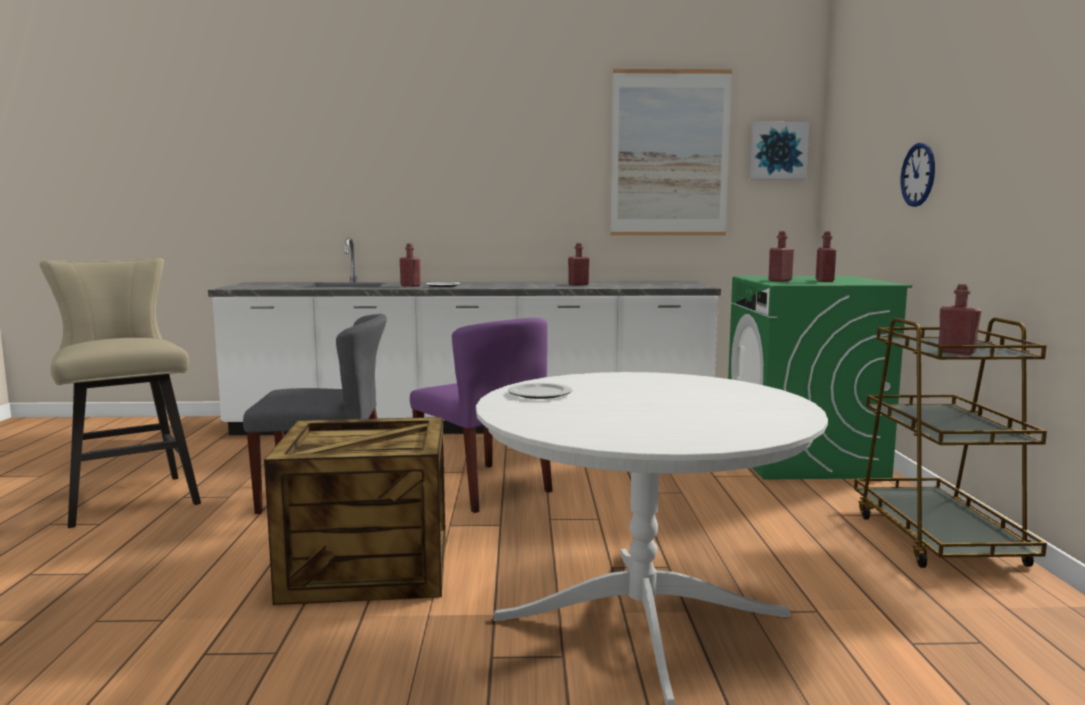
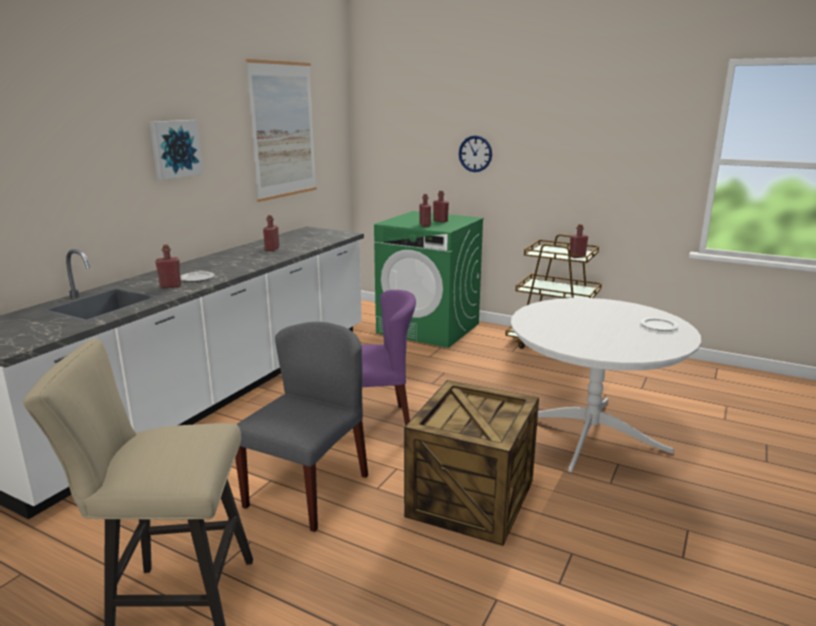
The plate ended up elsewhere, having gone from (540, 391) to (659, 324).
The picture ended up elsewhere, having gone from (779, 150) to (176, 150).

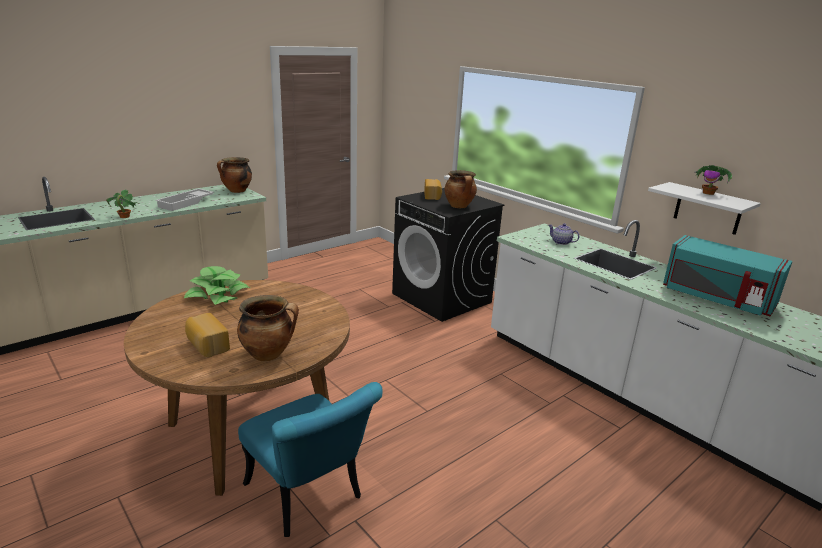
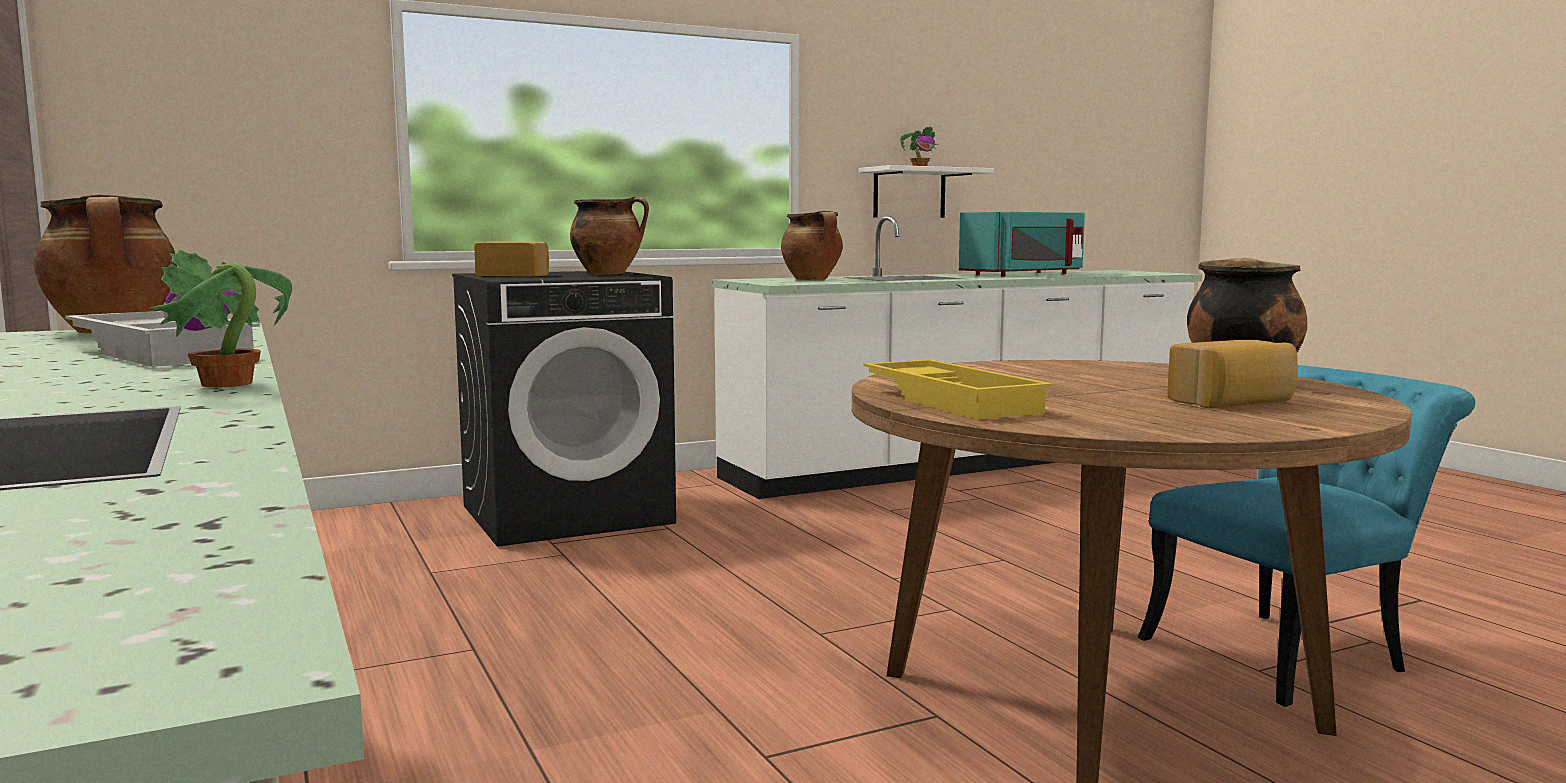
Where the potted_plant stood at (217, 285), the yellow_tray came to stand at (958, 389).
Where the teapot stood at (564, 234), the cooking_pot came to stand at (812, 245).

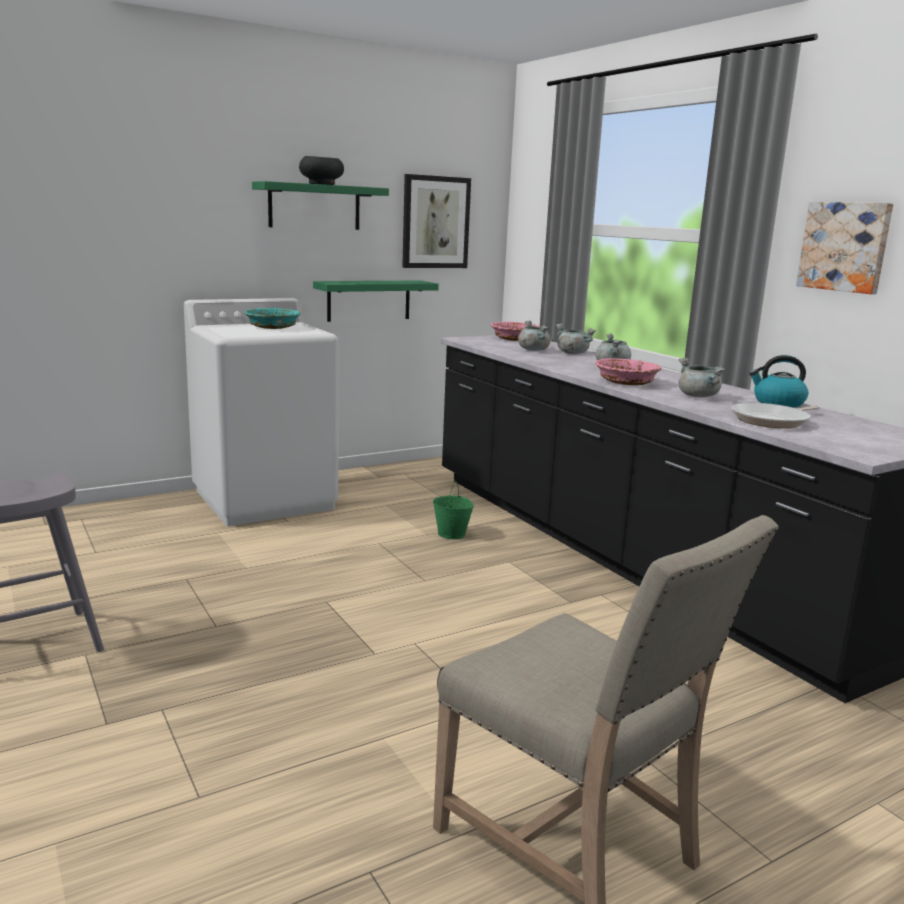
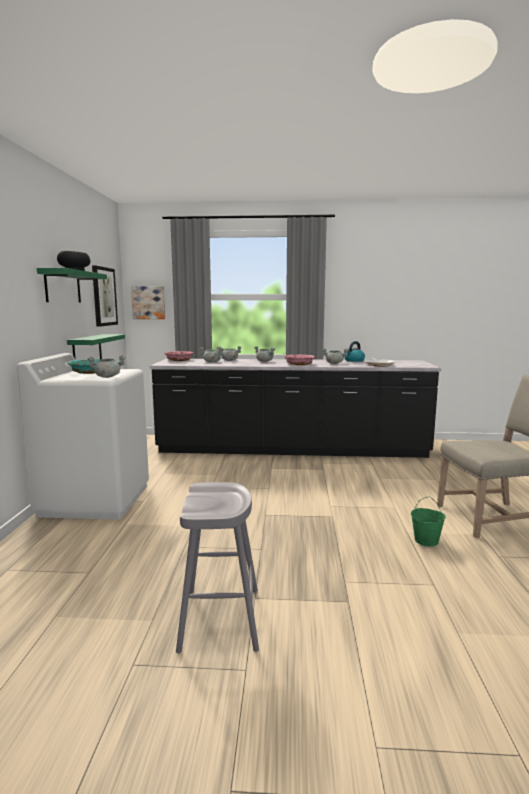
The green_bucket ended up elsewhere, having gone from (453, 509) to (428, 521).
The picture ended up elsewhere, having gone from (844, 248) to (148, 302).
The second view gained the grey_cooking_pot at (106, 366).

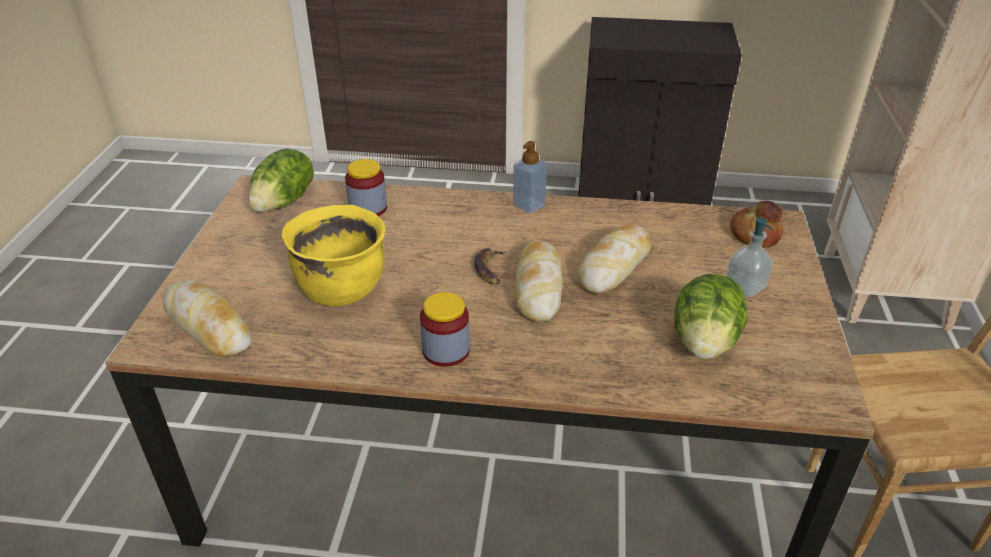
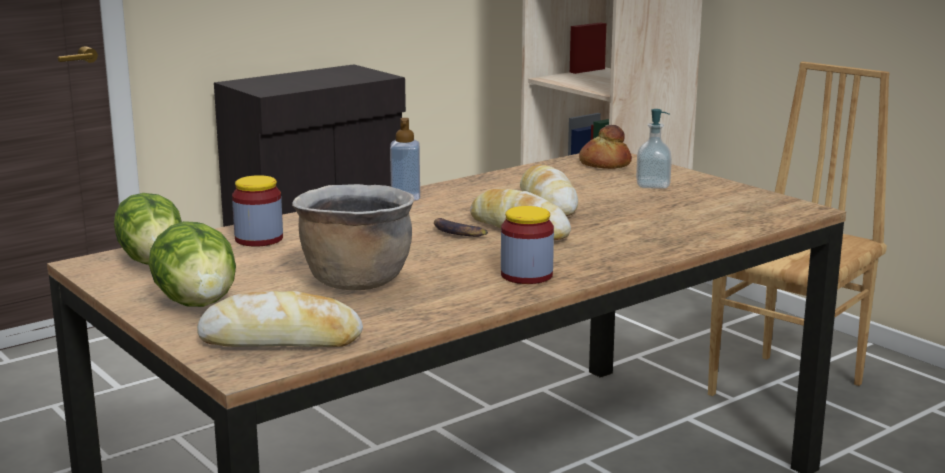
What was the yellow_cooking_pot at (333, 255) turned into the brown_cooking_pot at (353, 237).
The lettuce ended up elsewhere, having gone from (710, 316) to (192, 264).

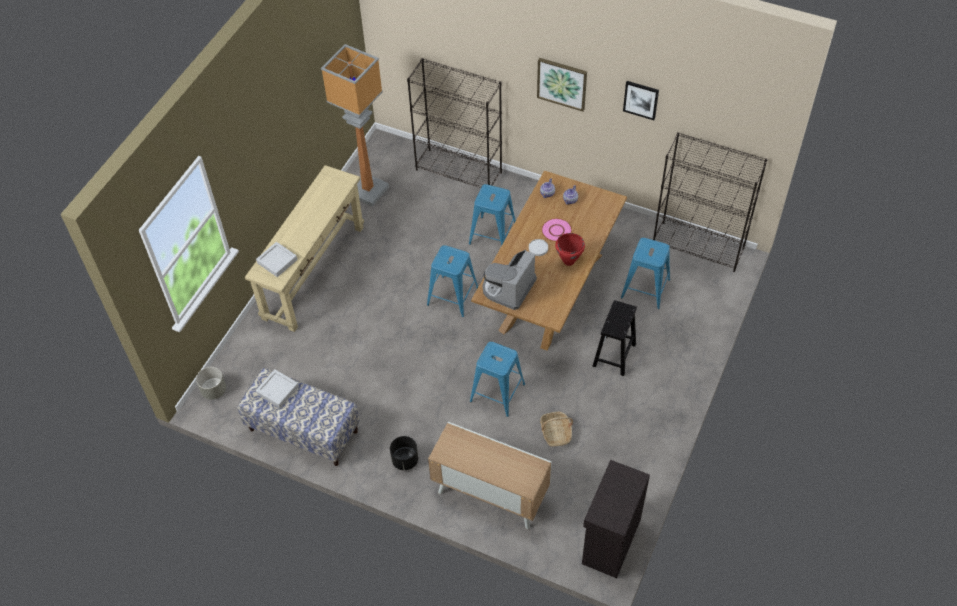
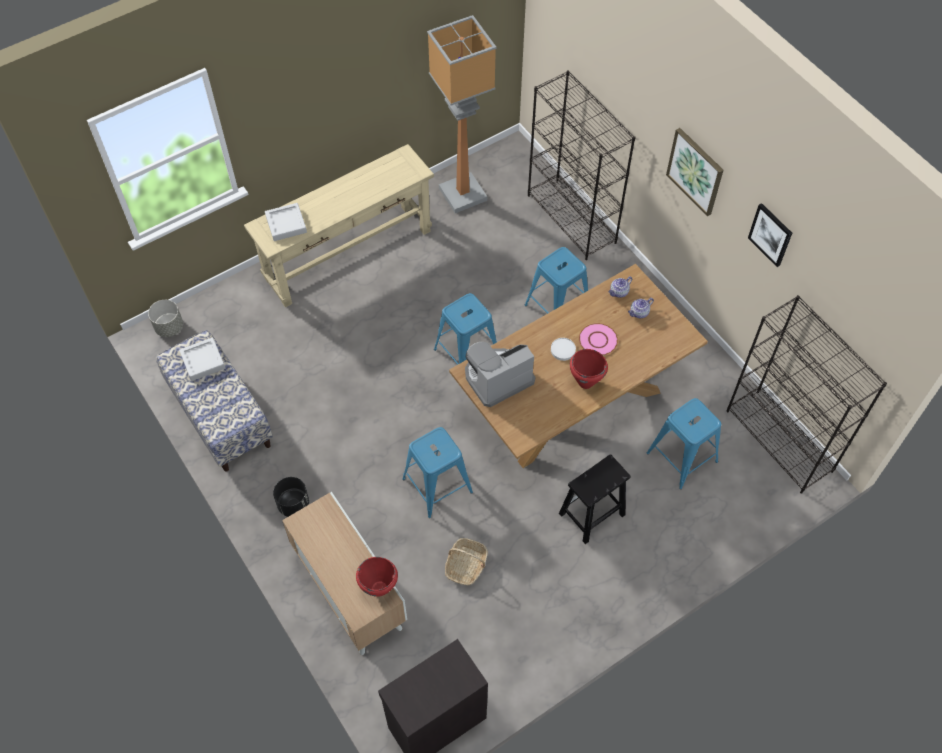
The second view gained the red_cooking_pot at (377, 577).

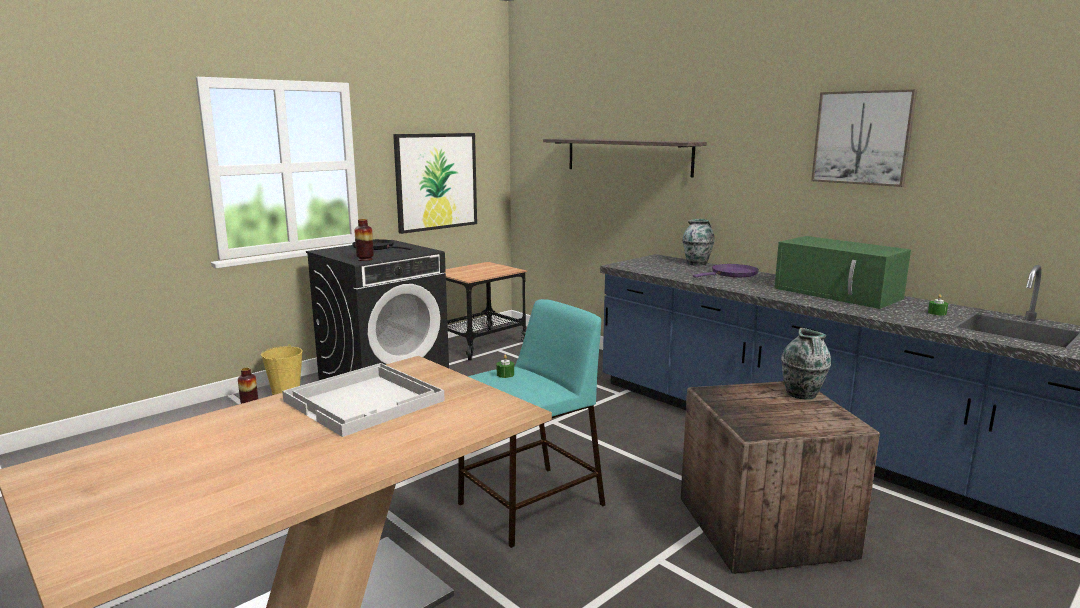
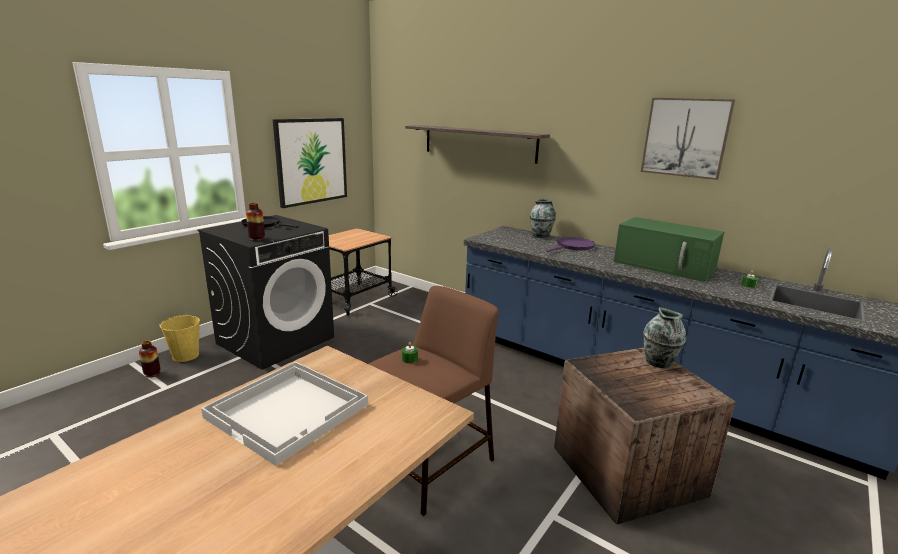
What was the turquoise_stool at (531, 423) turned into the brown_stool at (433, 401).

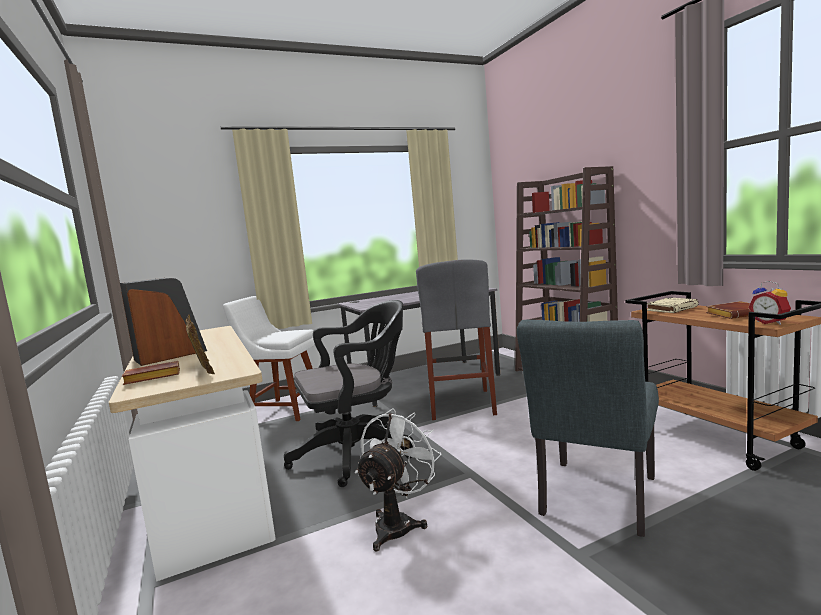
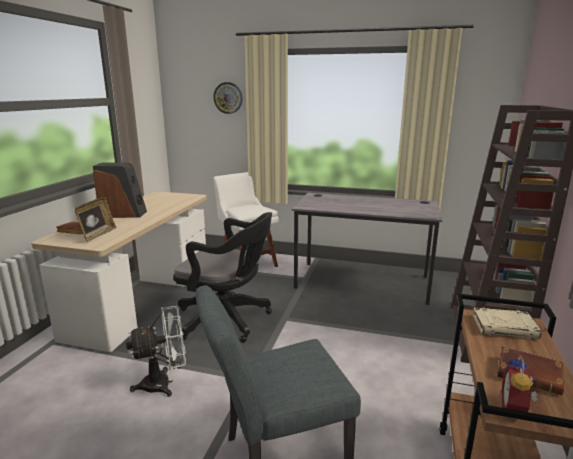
The second view lost the grey_stool at (456, 339).
The second view gained the wall_clock at (227, 98).

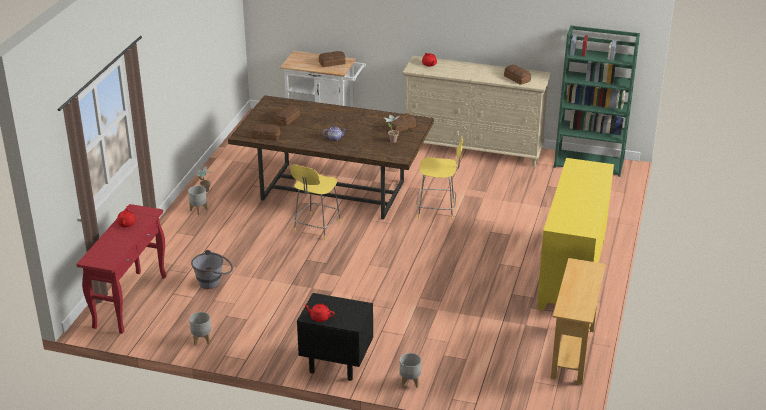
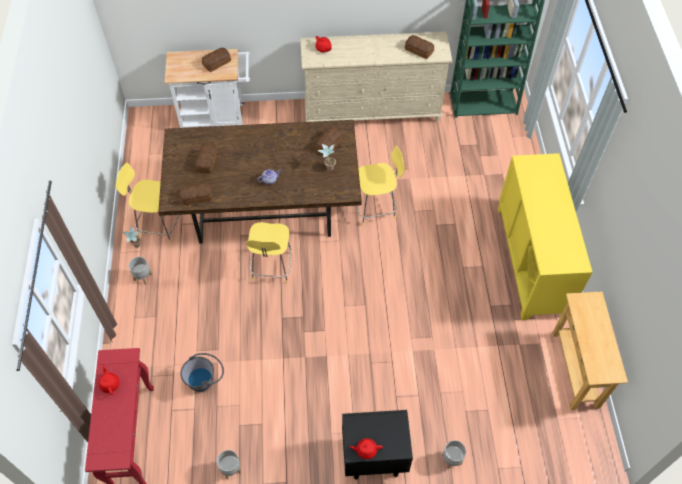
The second view gained the yellow_stool at (149, 202).

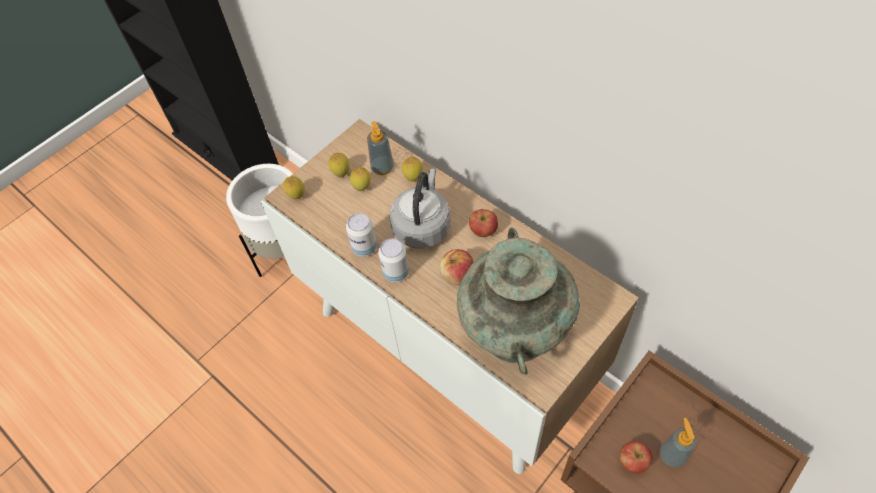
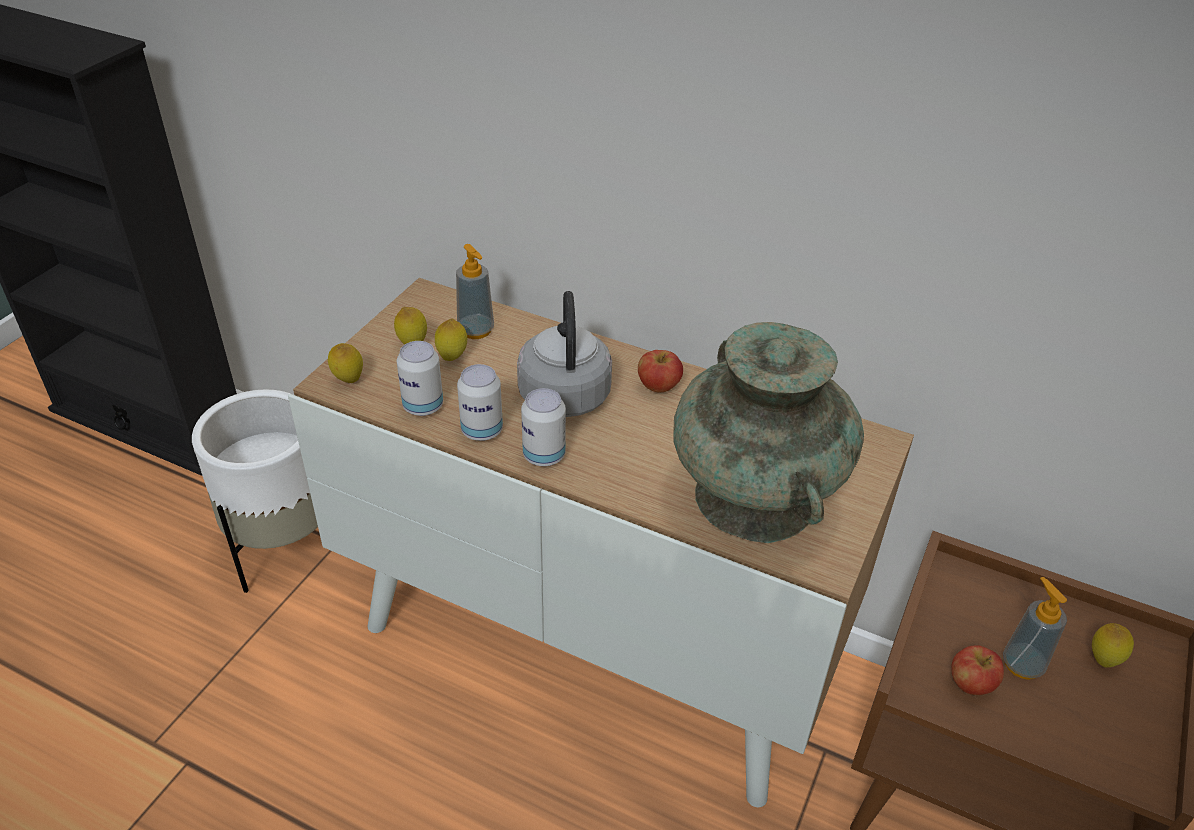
The lemon ended up elsewhere, having gone from (412, 169) to (1113, 645).
The second view lost the apple at (456, 267).
The second view gained the can at (420, 378).

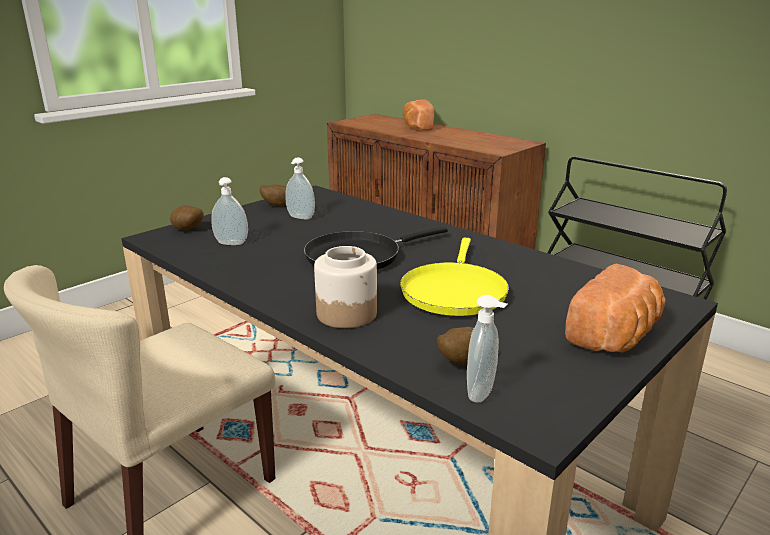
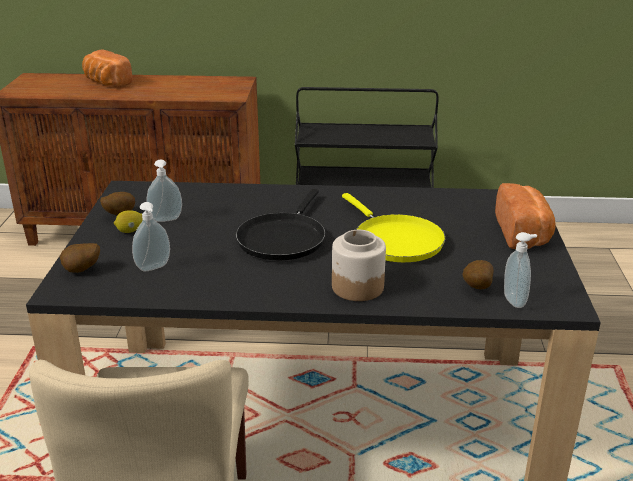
The second view gained the lemon at (128, 221).

